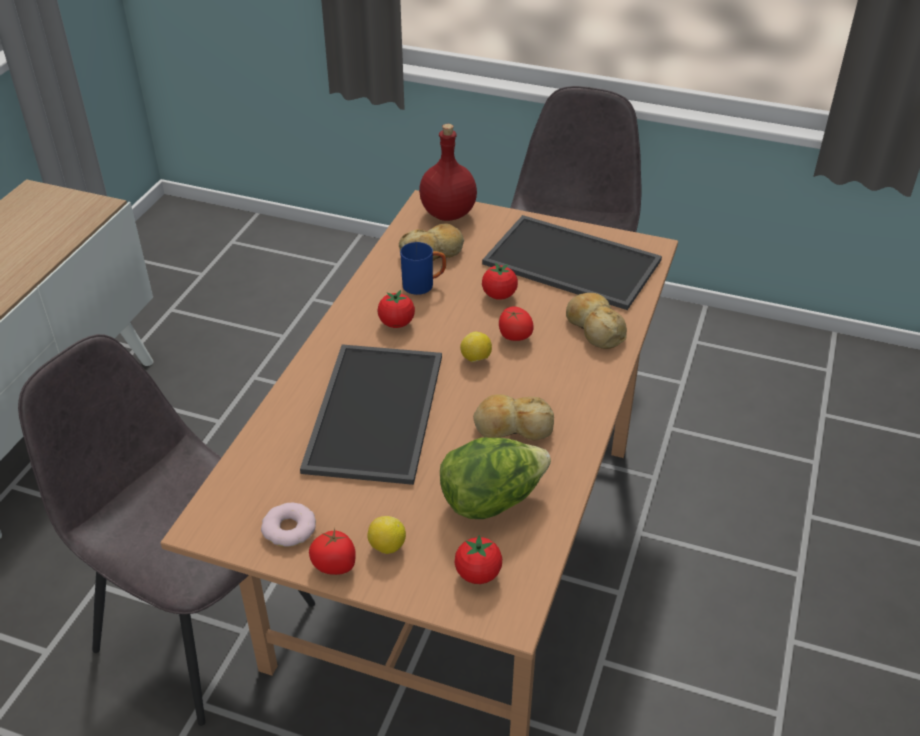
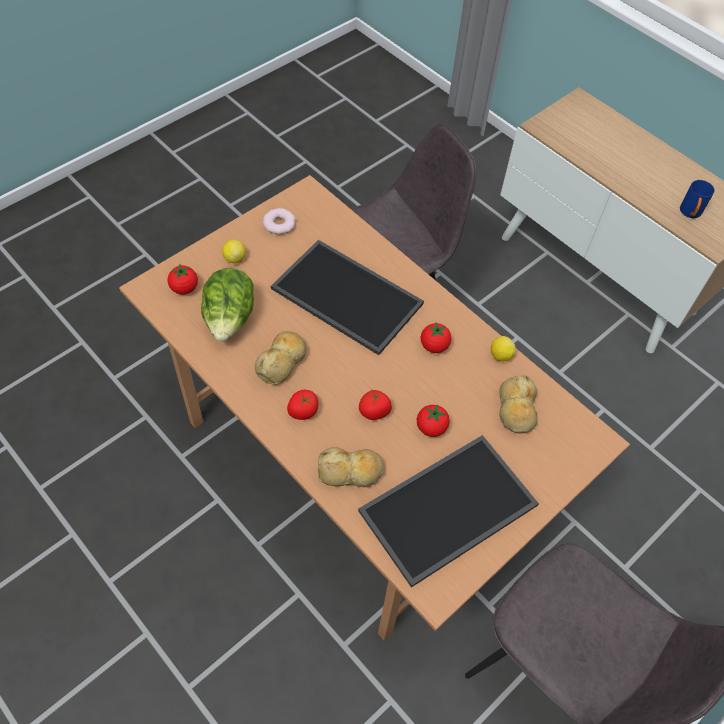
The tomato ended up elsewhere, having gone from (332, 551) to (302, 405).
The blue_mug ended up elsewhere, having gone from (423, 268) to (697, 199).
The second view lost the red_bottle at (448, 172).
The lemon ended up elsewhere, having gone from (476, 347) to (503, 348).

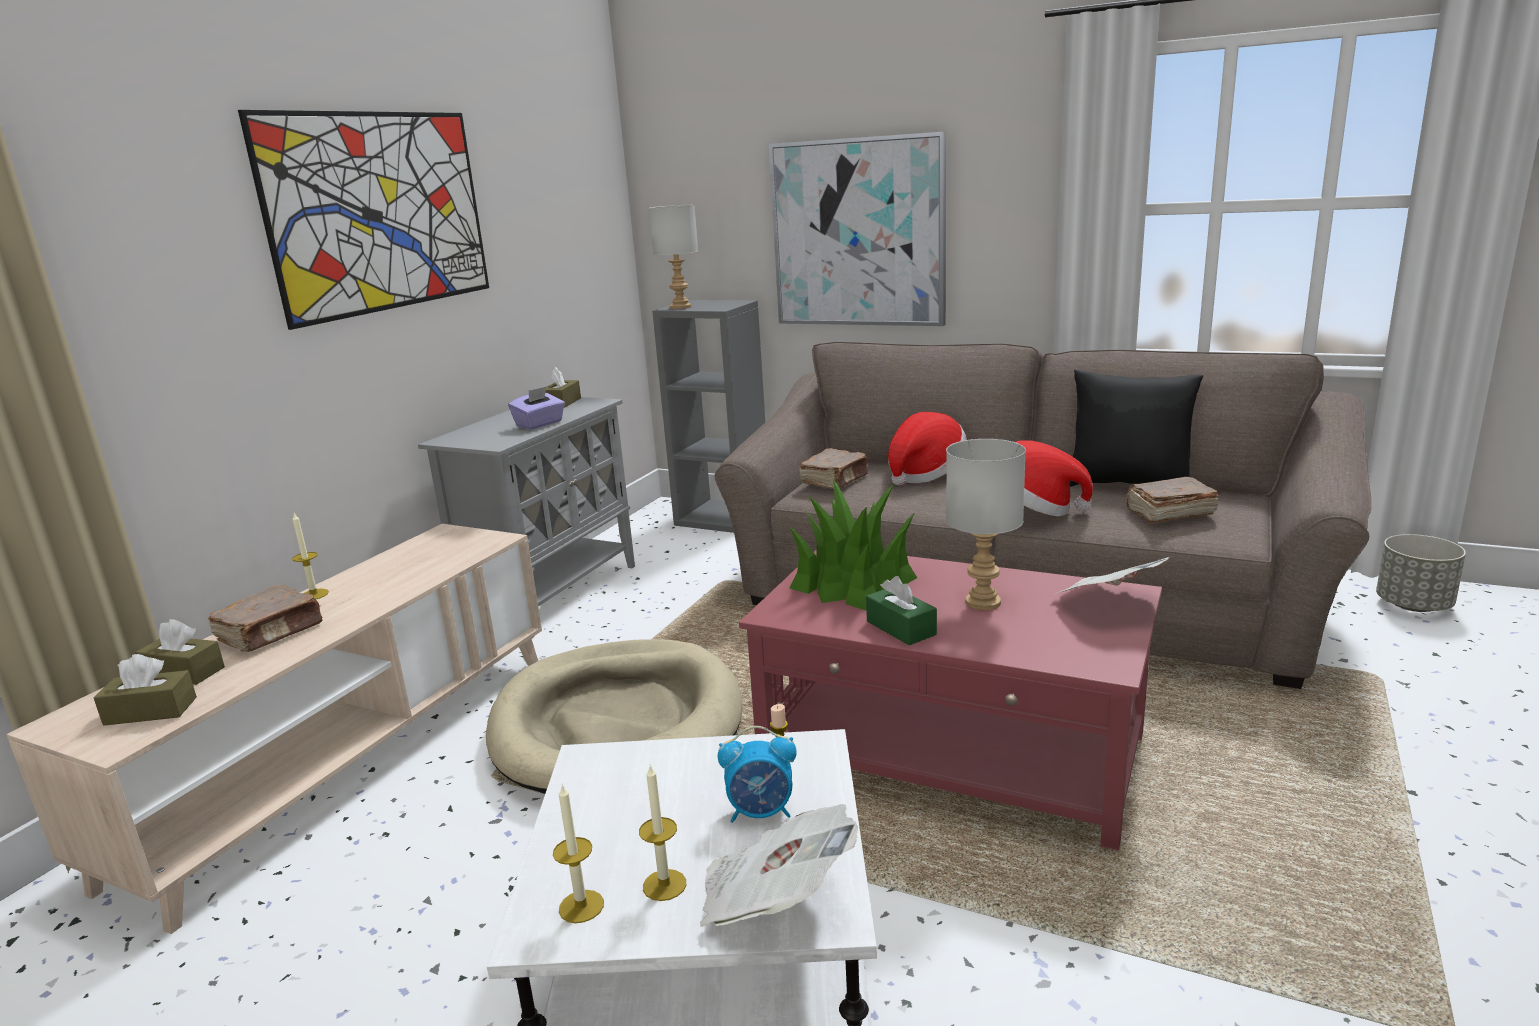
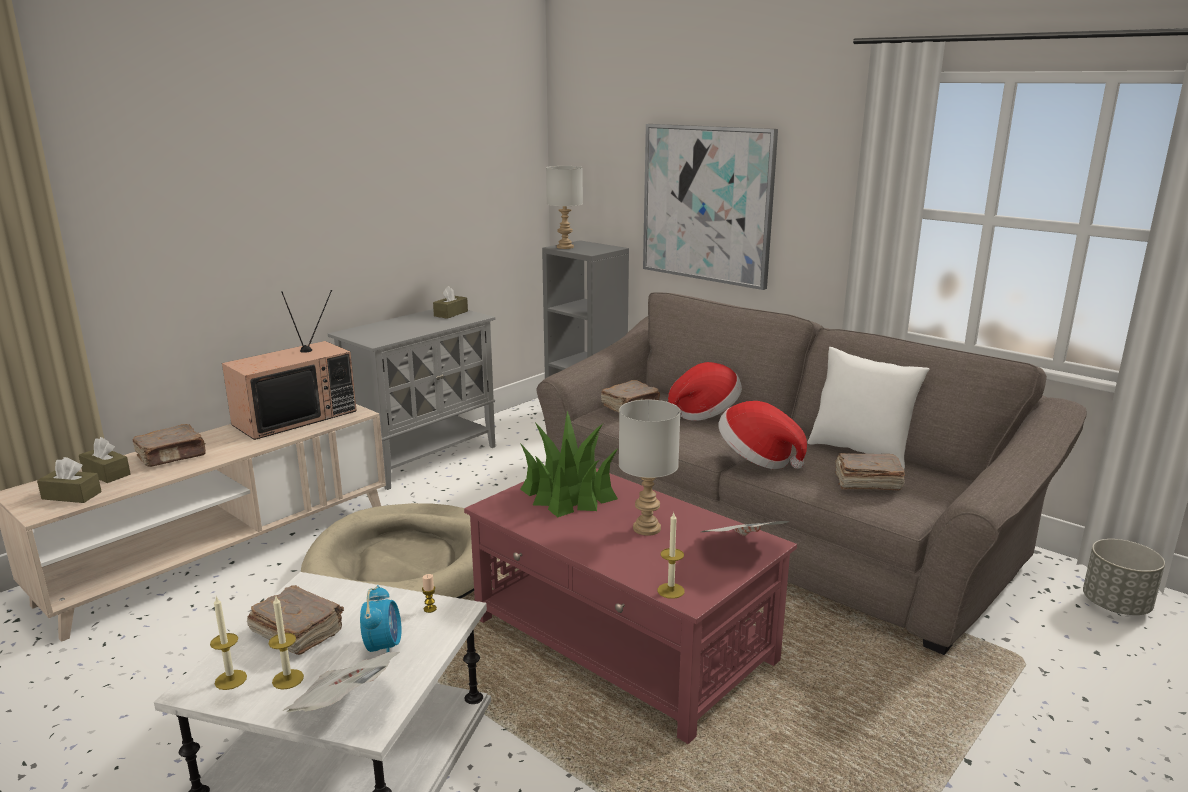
The second view lost the picture at (363, 220).
The candle ended up elsewhere, having gone from (310, 556) to (671, 556).
The second view lost the purple_tissue_box at (536, 408).
The alarm_clock at (757, 774) ended up facing another way, 105 degrees counterclockwise from before.
The second view lost the green_tissue_box at (901, 610).
What was the black_pillow at (1136, 428) turned into the white_pillow at (868, 408).
The second view gained the television at (289, 365).
The second view gained the brown_book at (295, 620).

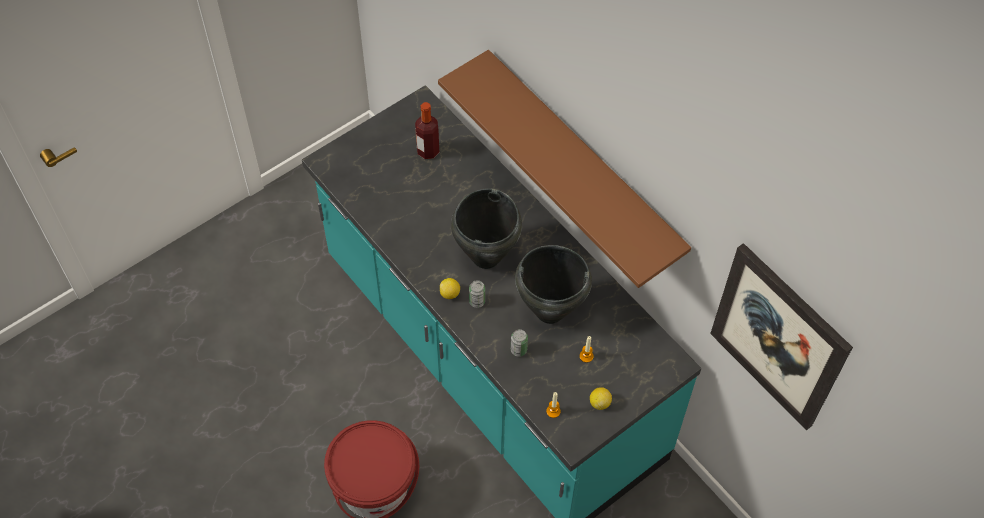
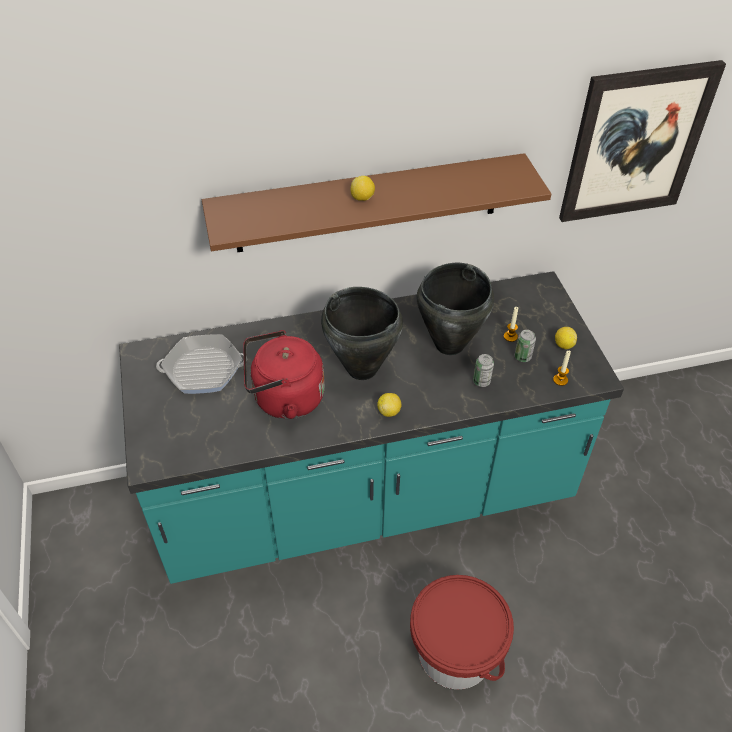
Where the bottle stood at (427, 130), the frying_pan came to stand at (201, 364).
The can ended up elsewhere, having gone from (477, 294) to (525, 346).
The second view gained the red_kettle at (284, 374).
The second view gained the lemon at (363, 188).

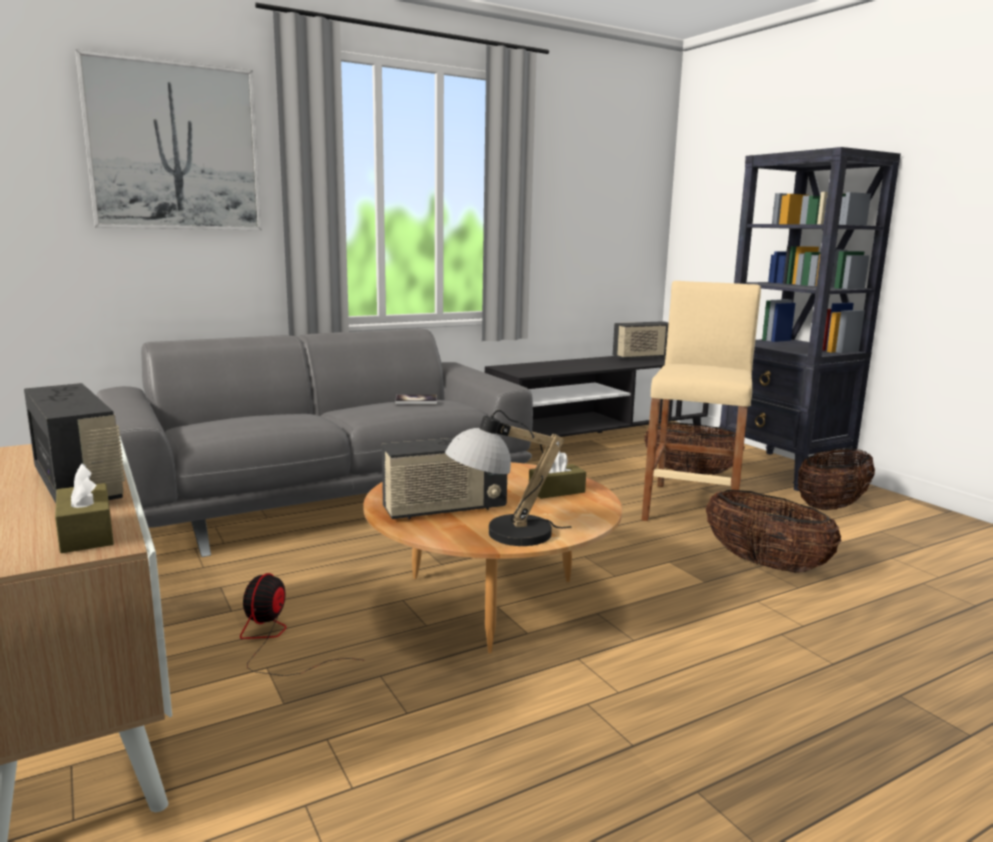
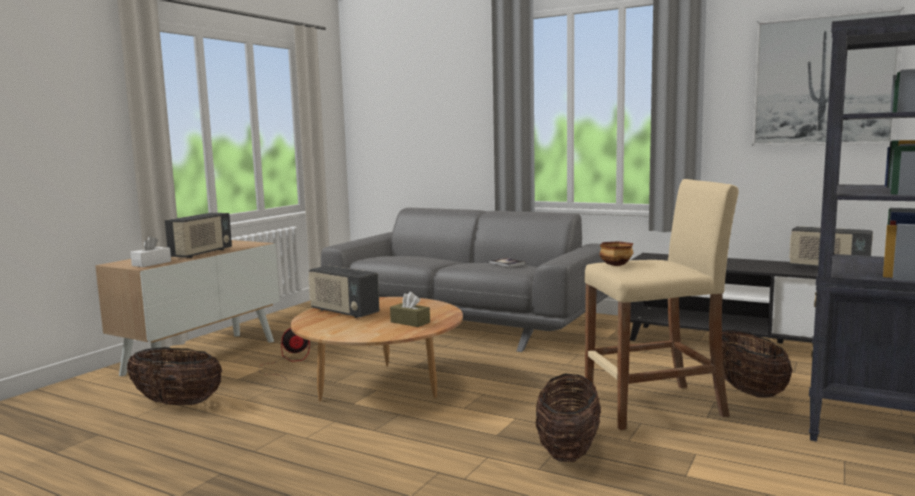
What was the brown_tissue_box at (84, 508) turned into the white_tissue_box at (150, 251).
The picture ended up elsewhere, having gone from (168, 139) to (828, 76).
The second view lost the table_lamp at (508, 478).
The basket ended up elsewhere, having gone from (836, 479) to (174, 376).
The second view gained the bowl at (616, 253).

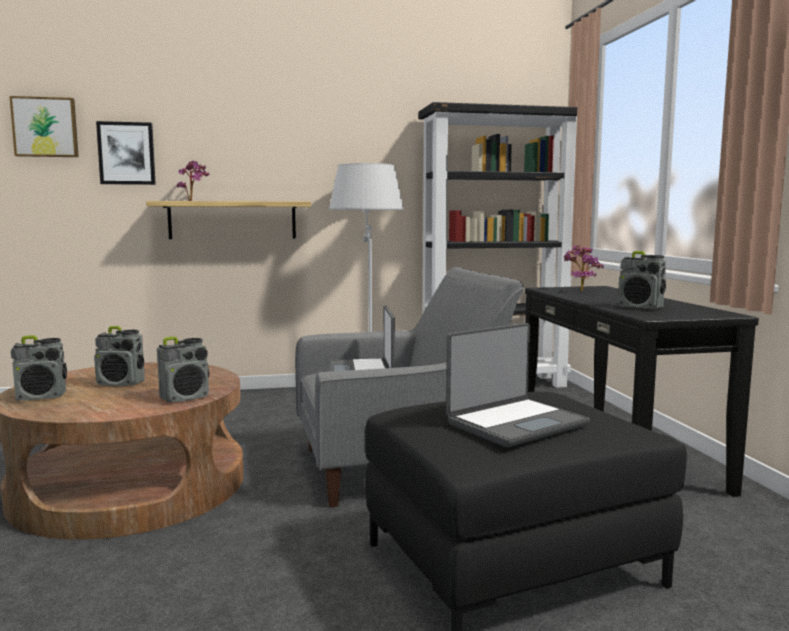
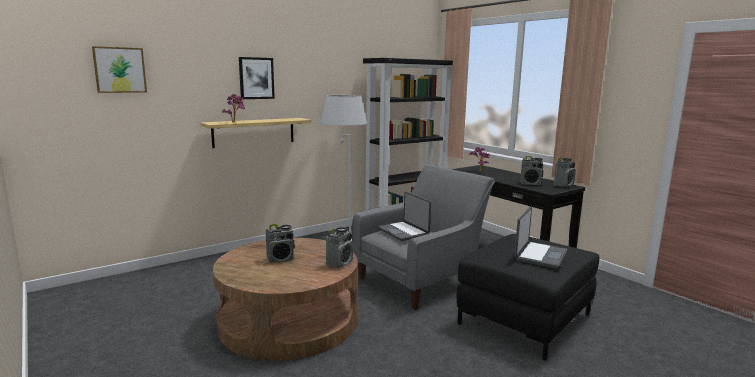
The radio ended up elsewhere, having gone from (39, 368) to (565, 172).
The picture ended up elsewhere, having gone from (126, 153) to (257, 78).

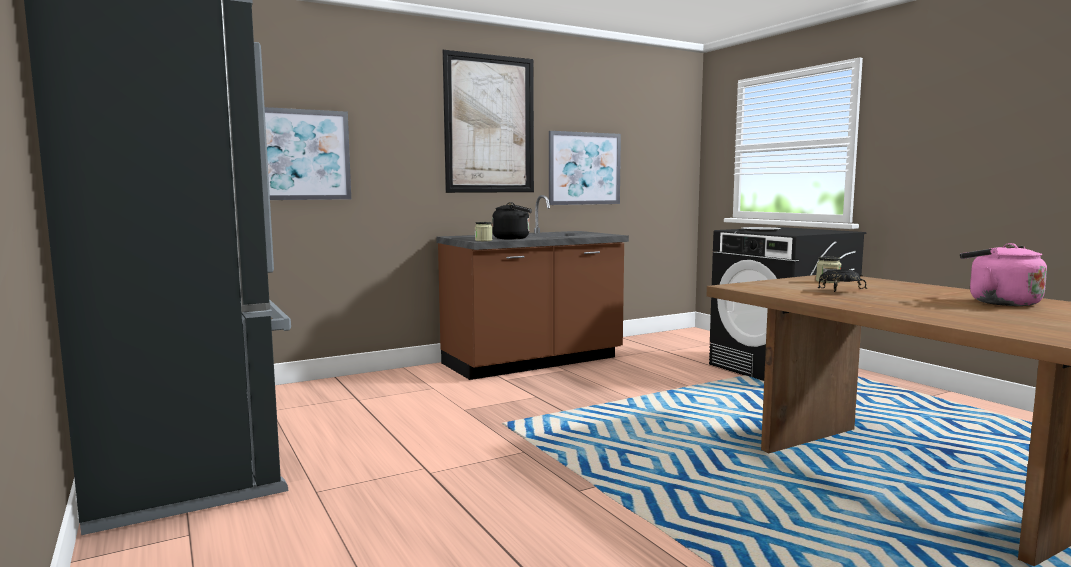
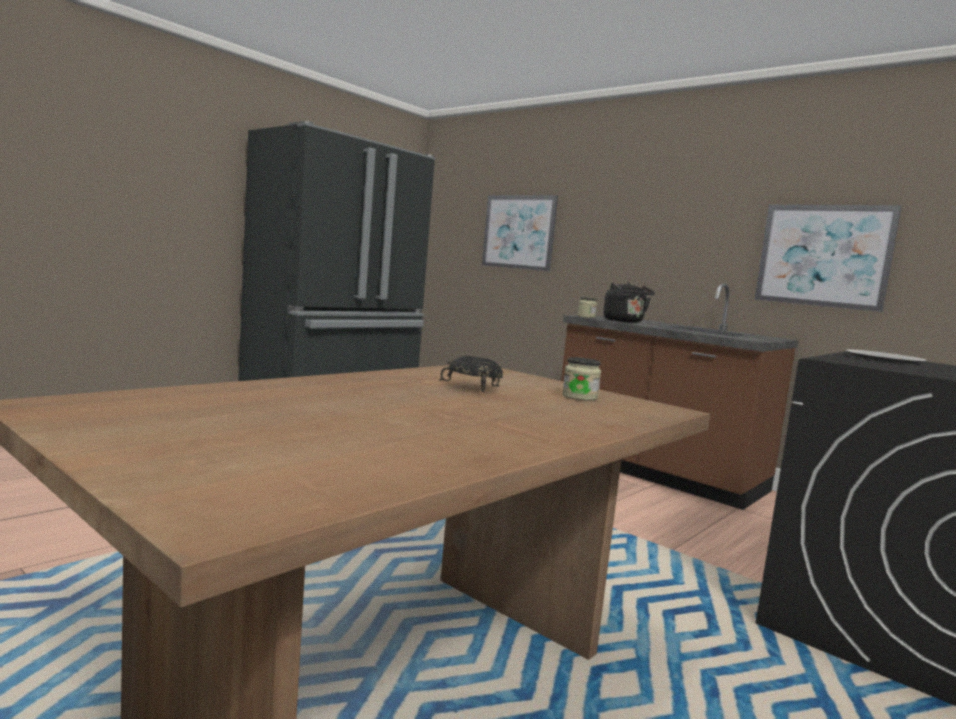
The second view lost the picture at (488, 121).
The second view lost the pink_kettle at (1003, 274).

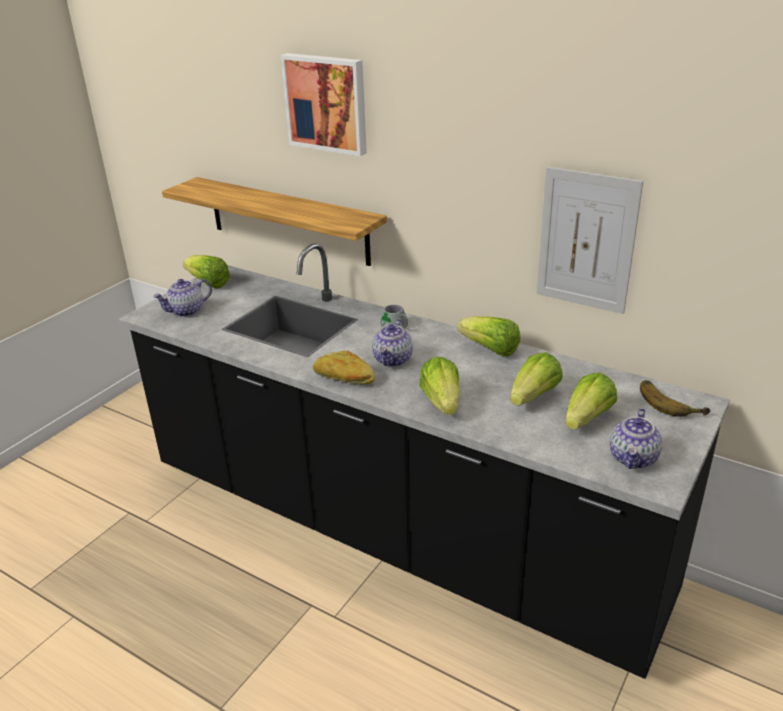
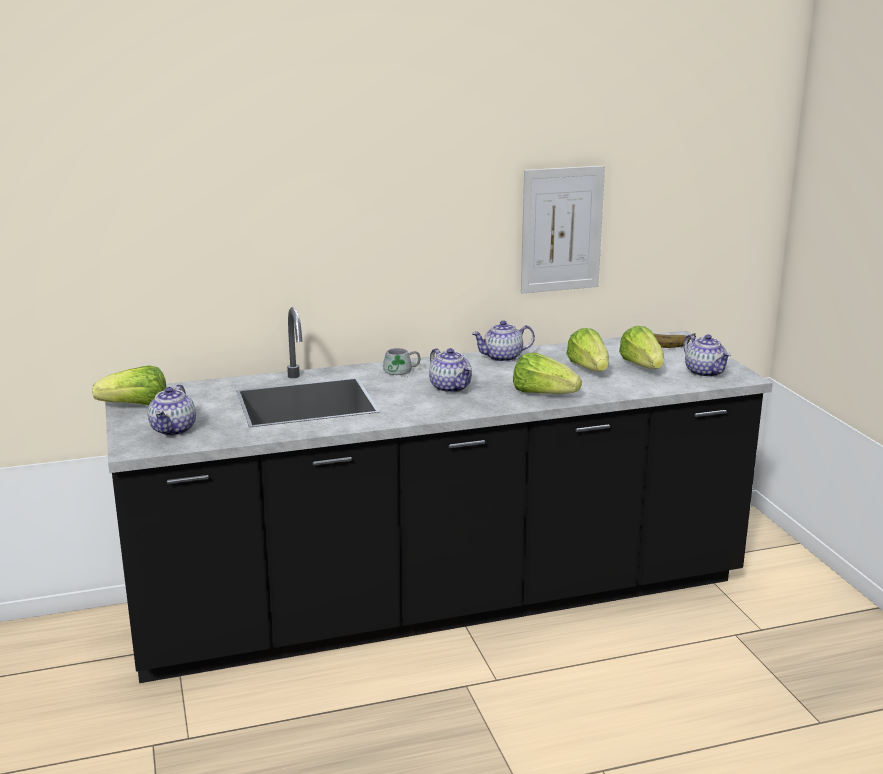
The second view lost the shelf at (274, 221).
The second view lost the picture at (324, 104).
The second view lost the bread at (344, 368).
Where the lettuce stood at (489, 336), the teapot came to stand at (503, 341).

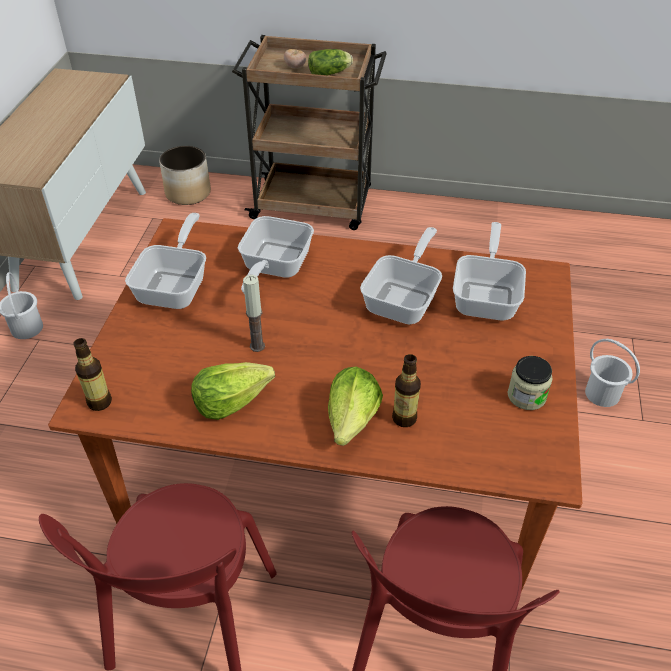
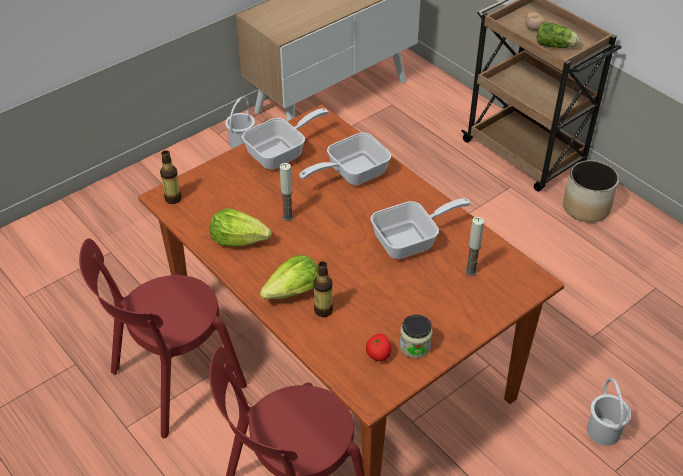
The planter ended up elsewhere, having gone from (185, 175) to (591, 191).
Where the frying_pan stood at (489, 271), the candle came to stand at (474, 246).
The second view gained the tomato at (378, 347).

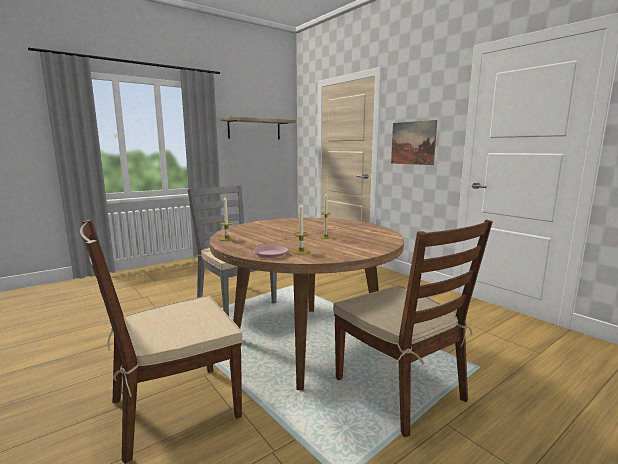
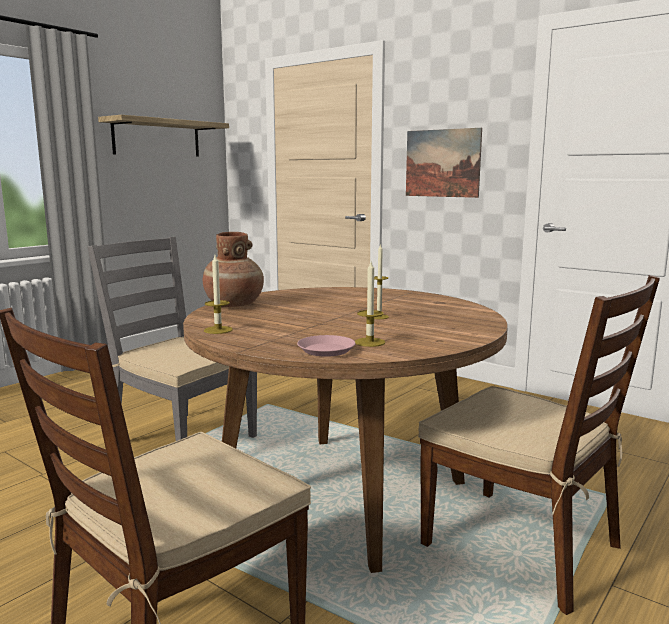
The second view gained the brown_vase at (233, 269).

